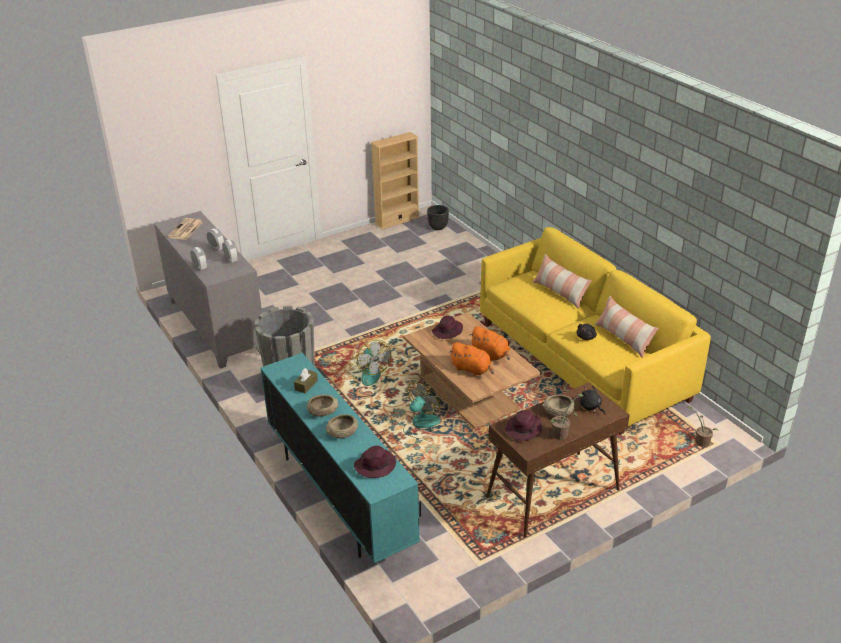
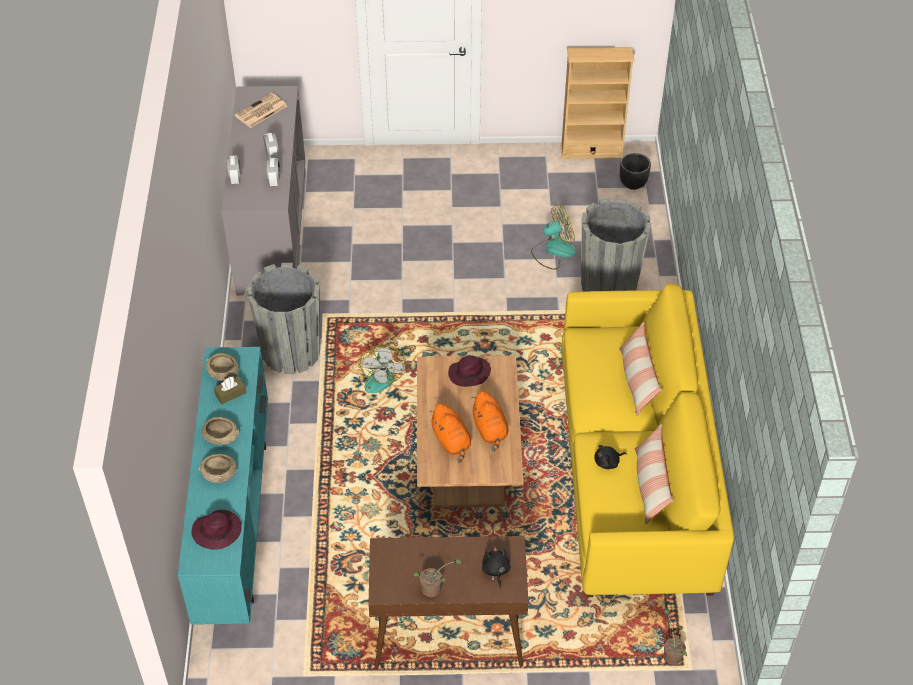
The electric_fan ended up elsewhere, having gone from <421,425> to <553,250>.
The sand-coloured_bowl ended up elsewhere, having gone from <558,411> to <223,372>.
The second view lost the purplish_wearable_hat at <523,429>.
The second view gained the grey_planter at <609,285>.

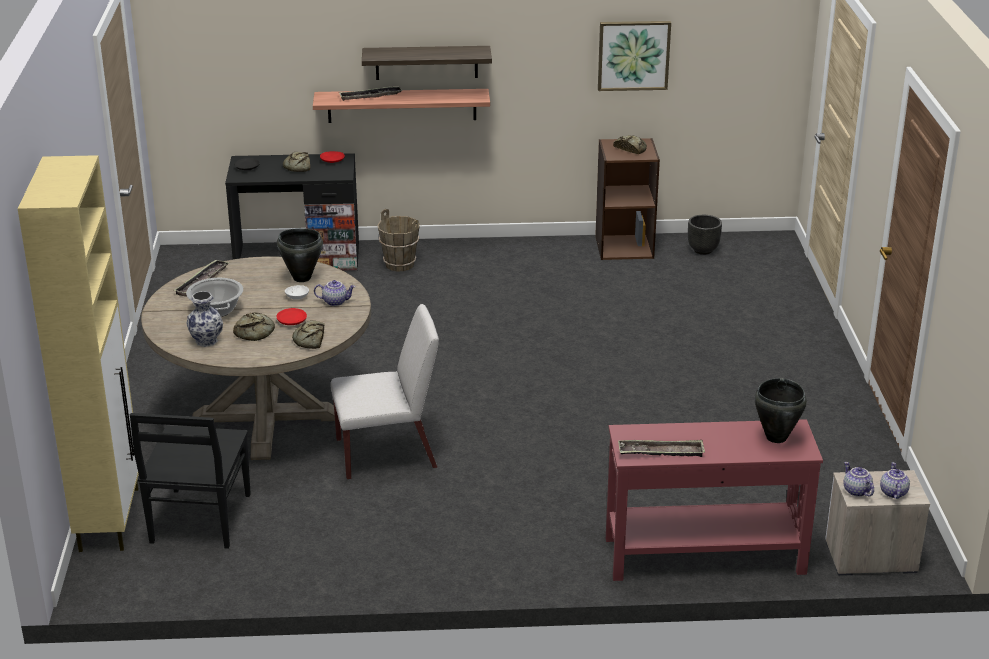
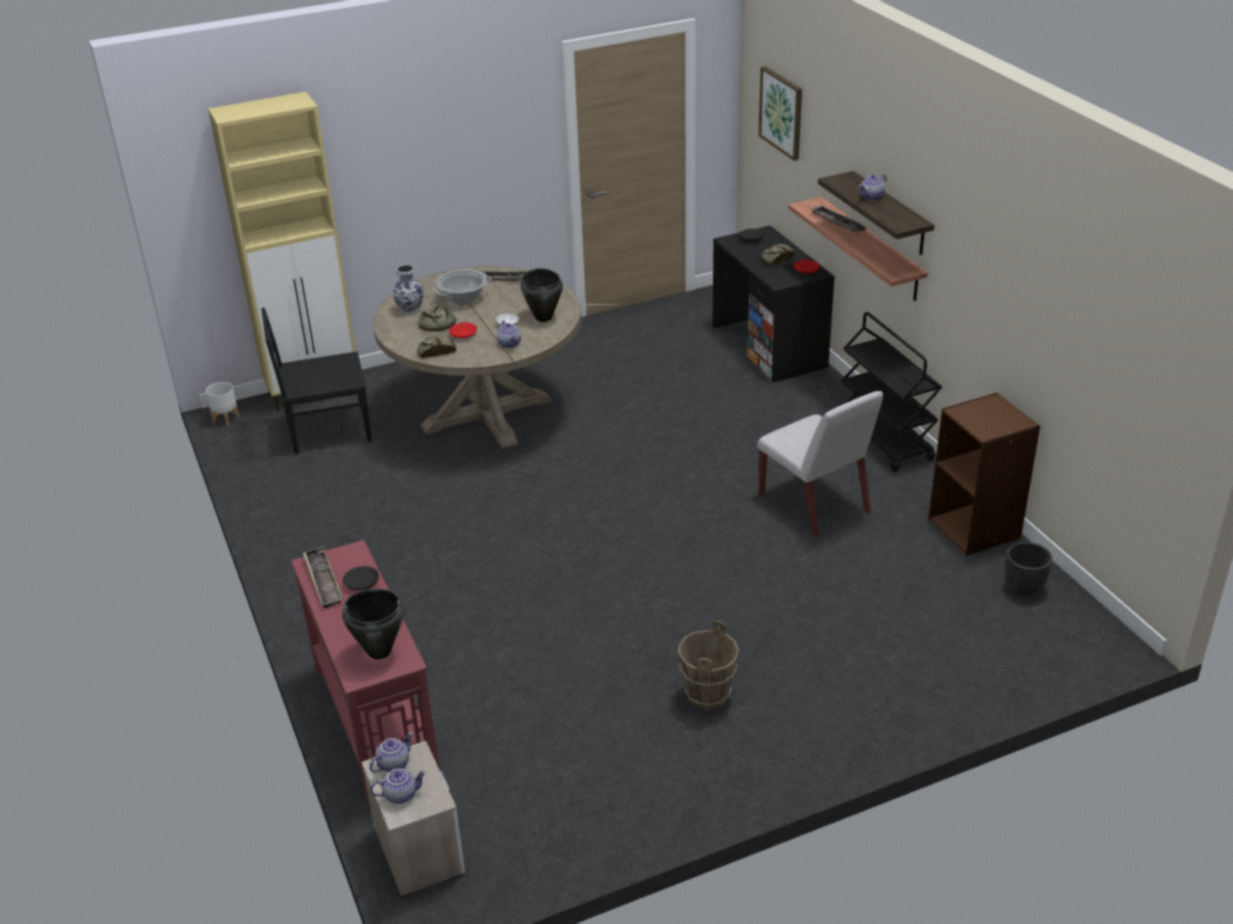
The wall_art ended up elsewhere, having gone from <633,55> to <782,112>.
The second view lost the baked_bread at <630,148>.
The brown_bucket ended up elsewhere, having gone from <399,265> to <707,696>.
The whitish_upright_chair ended up elsewhere, having gone from <387,453> to <815,504>.
The second view gained the tea_pot at <872,197>.
The second view gained the black_trolley at <885,440>.
The second view gained the whitish_planter at <225,419>.
The second view gained the black_flat_dish at <361,583>.

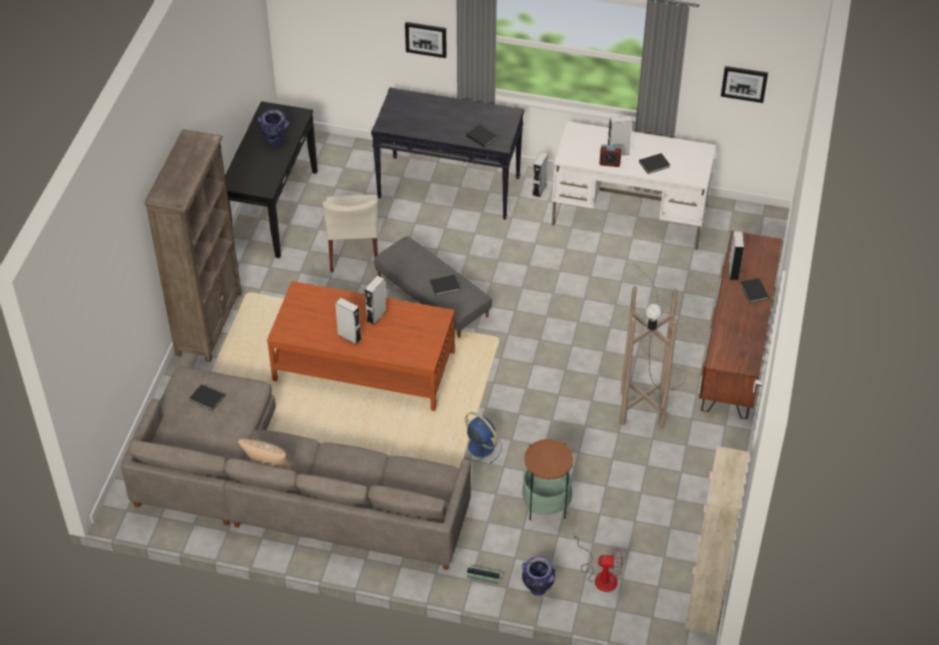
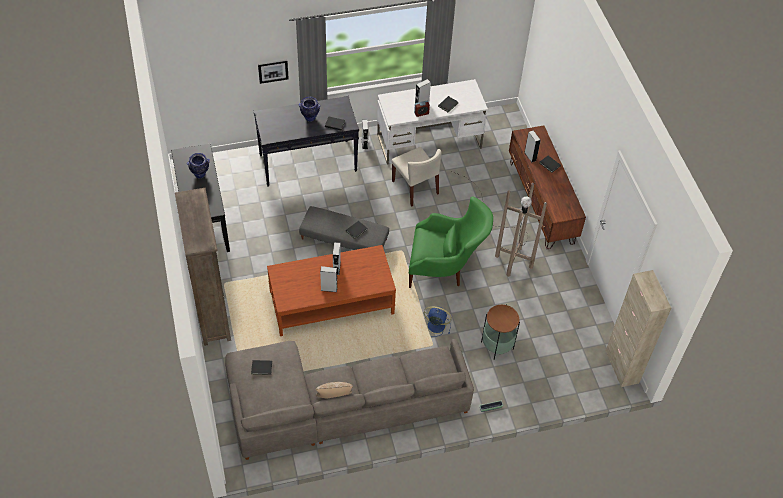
The second view lost the wall_art at <744,83>.
The sand-coloured_upright_chair ended up elsewhere, having gone from <354,251> to <415,187>.
The second view lost the electric_fan at <600,575>.
The vase ended up elsewhere, having gone from <537,589> to <310,118>.
The second view gained the greenish_lounge_chair at <445,268>.

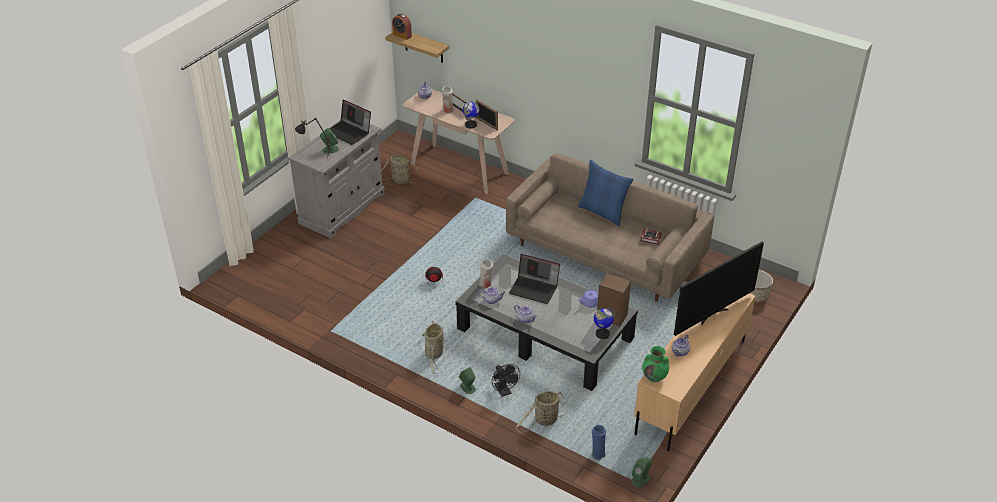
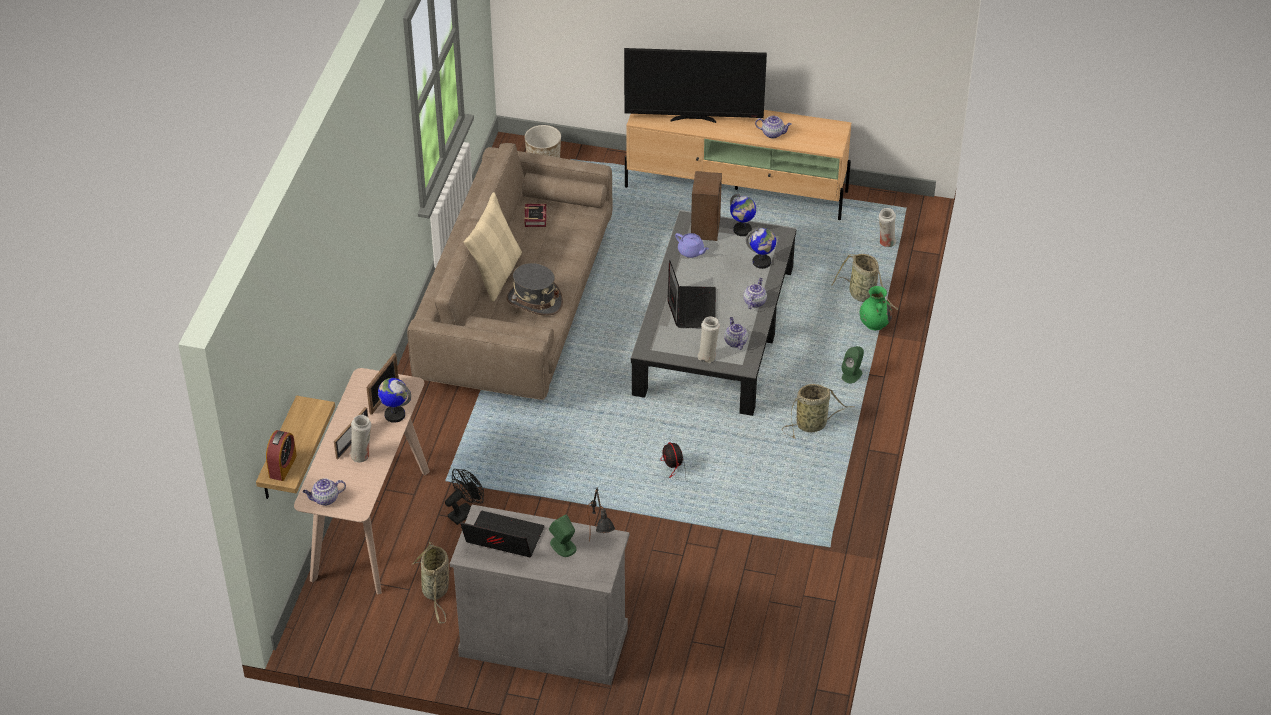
The laptop at <349,132> ended up facing another way, 90 degrees counterclockwise from before.
What was the blue_throw_pillow at <602,212> turned into the sand-coloured_throw_pillow at <496,274>.
The TV at <712,315> ended up facing another way, 150 degrees clockwise from before.
The greenish_vase ended up elsewhere, having gone from <654,377> to <874,324>.
The black_electric_fan ended up elsewhere, having gone from <504,391> to <465,512>.
What was the blue_vase at <597,453> turned into the whitish_vase at <886,243>.
The second view lost the greenish_speaker at <640,479>.
The second view gained the desk_globe at <762,262>.
The second view gained the grey_wearable_hat at <534,301>.

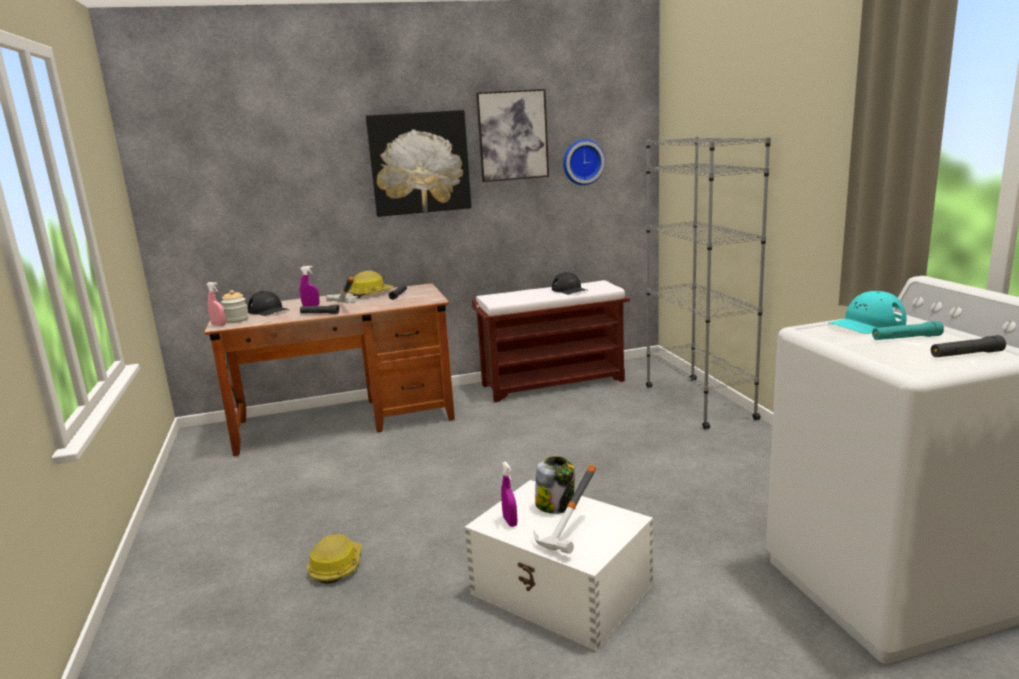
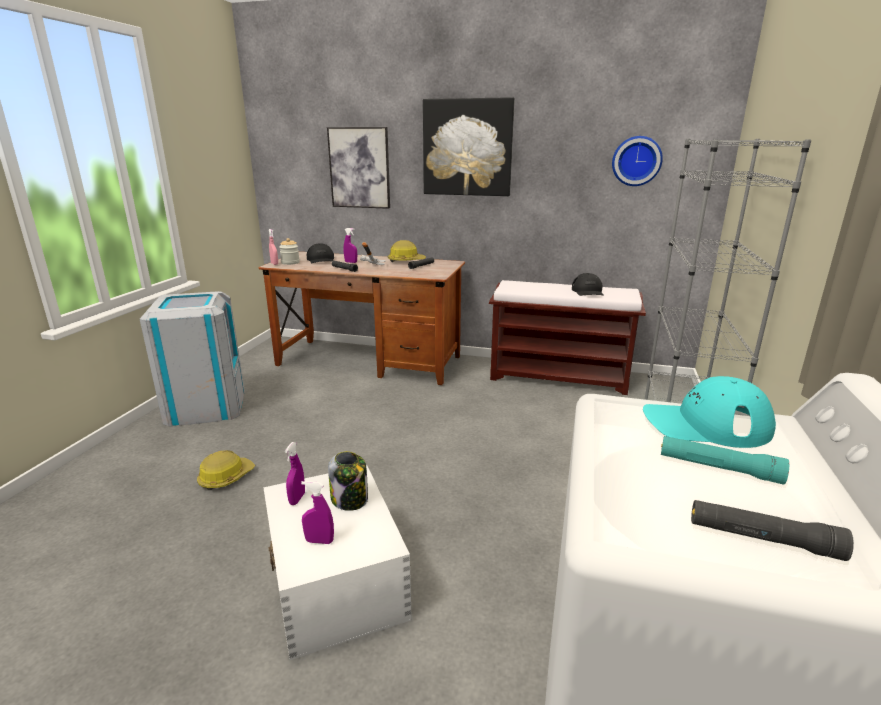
The wall_art ended up elsewhere, having gone from <512,135> to <359,168>.
Where the tool_hammer stood at <575,537>, the purplish_spray_bottle came to stand at <319,541>.
The second view gained the grey_waste_bin at <205,406>.

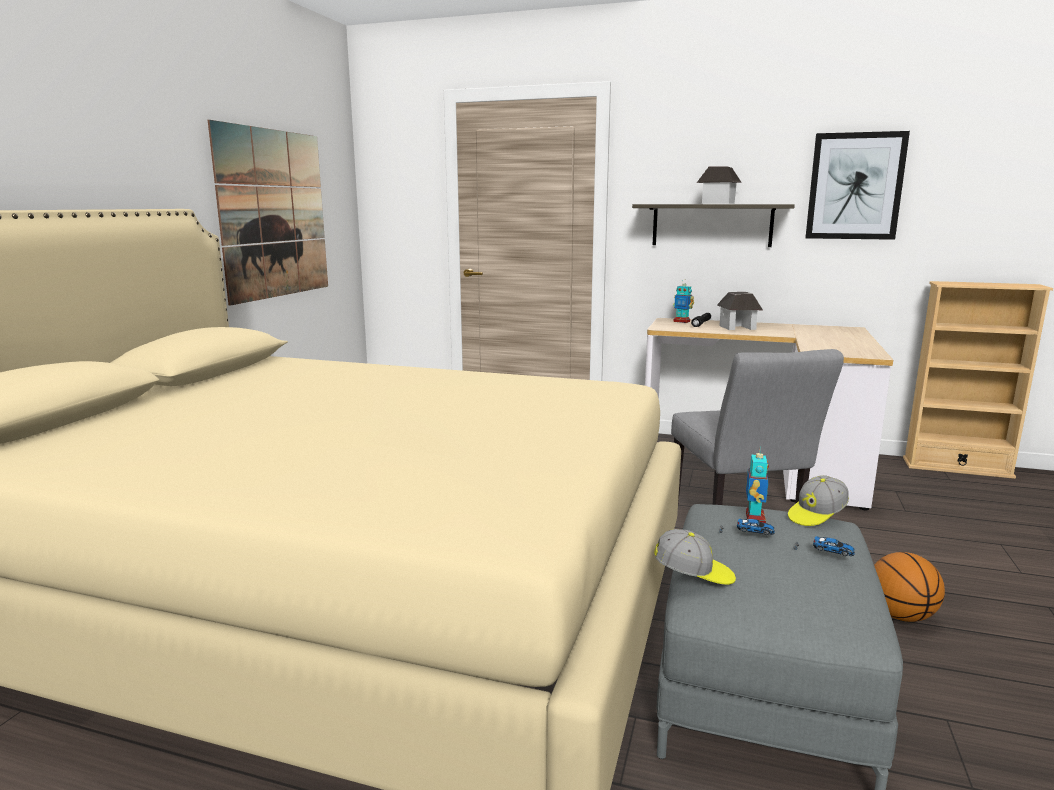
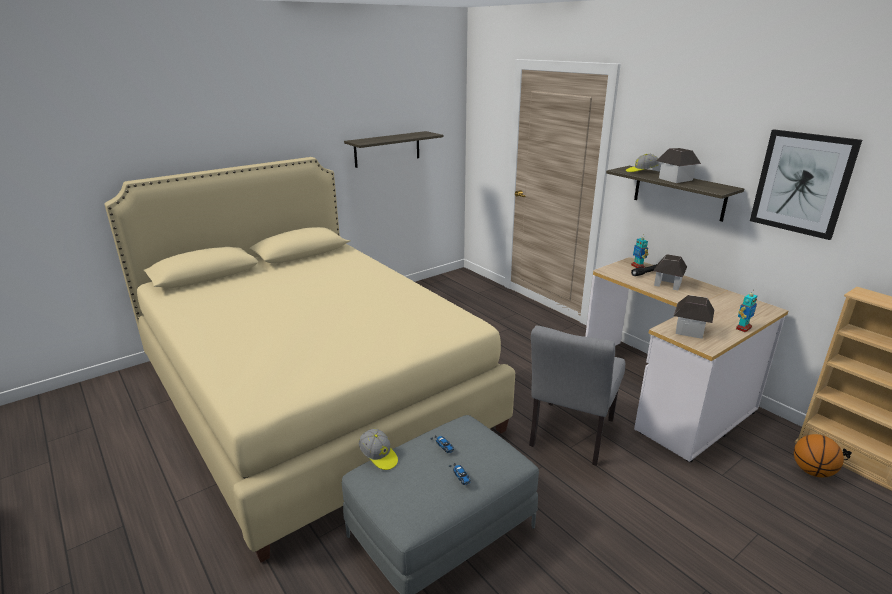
Where the wall_art hung at <274,214>, the bracket_shelf came to hang at <387,149>.
The robot_figure ended up elsewhere, having gone from <754,519> to <743,328>.
The cap ended up elsewhere, having gone from <816,515> to <641,171>.
The basketball_ball ended up elsewhere, having gone from <900,616> to <812,471>.
The second view gained the model_house at <690,330>.

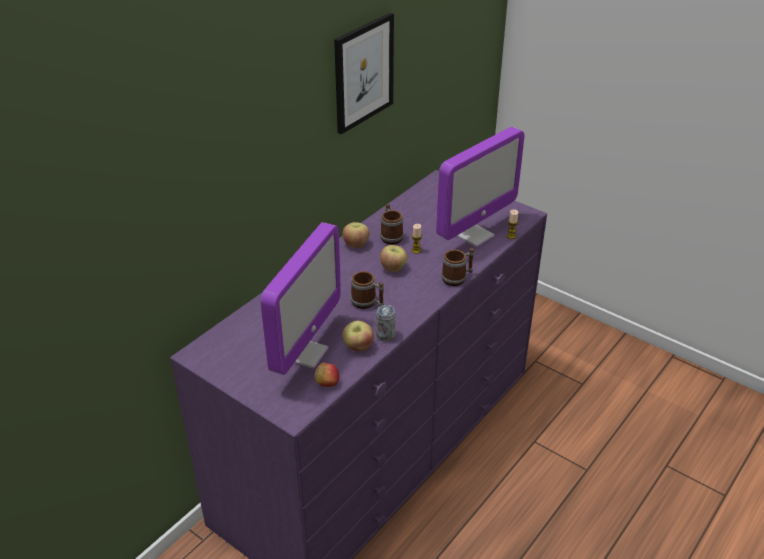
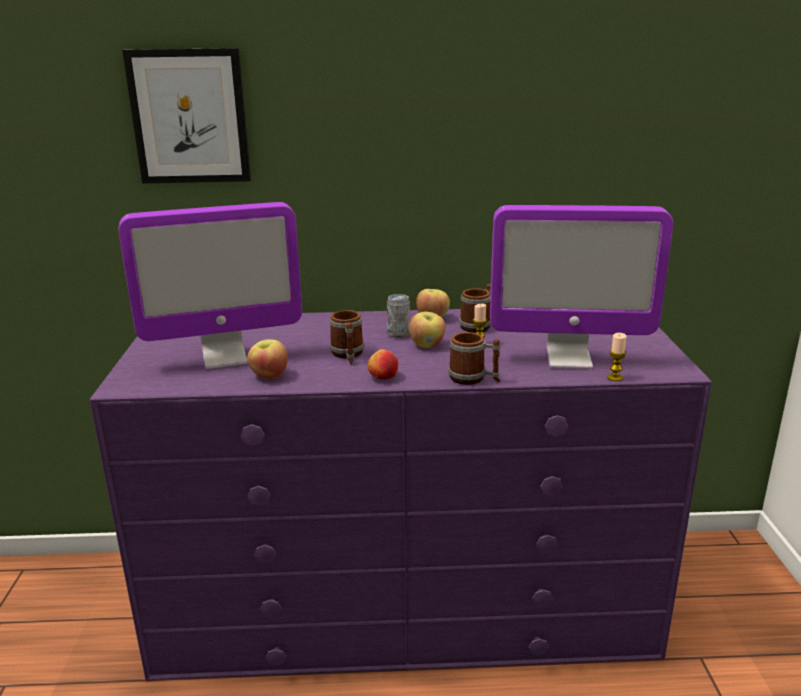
The wall_art ended up elsewhere, having gone from <363,73> to <190,117>.
The can ended up elsewhere, having gone from <385,336> to <398,334>.
The apple ended up elsewhere, having gone from <327,382> to <383,377>.

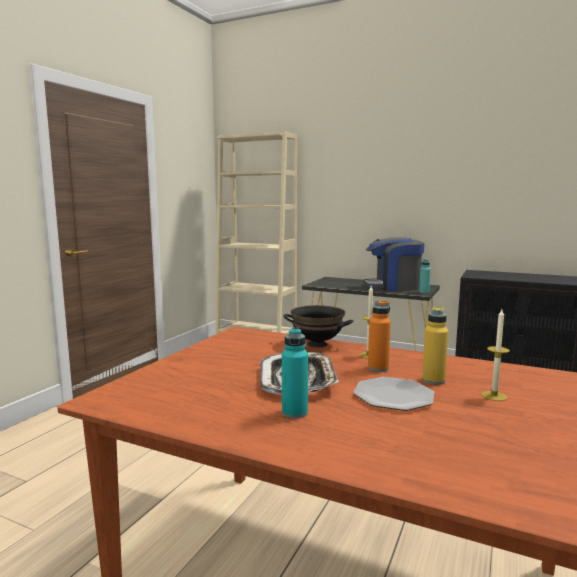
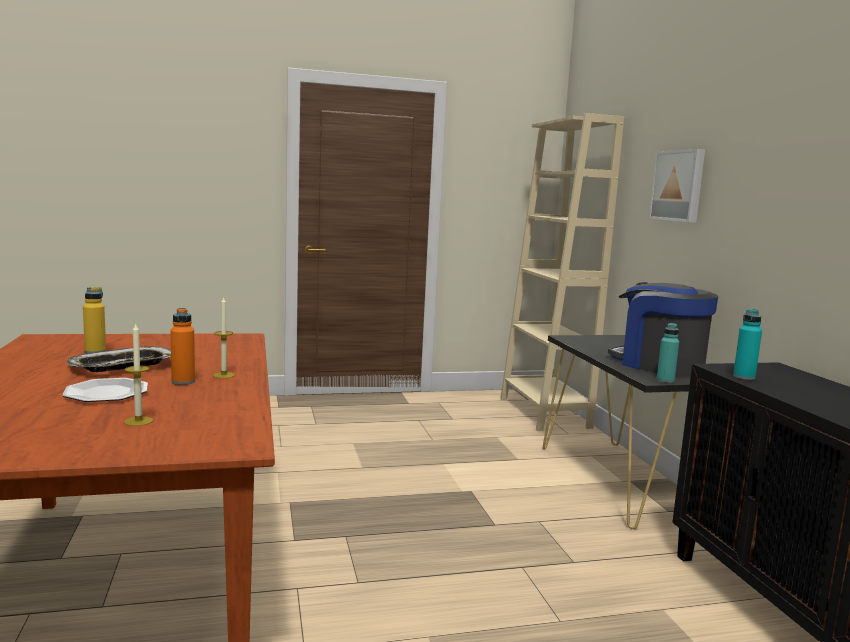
The second view lost the black_bowl at <317,344>.
The yellowish_beverage_bottle ended up elsewhere, having gone from <433,381> to <95,351>.
The turquoise_beverage_bottle ended up elsewhere, having gone from <294,413> to <744,377>.
The second view gained the wall_art at <679,186>.

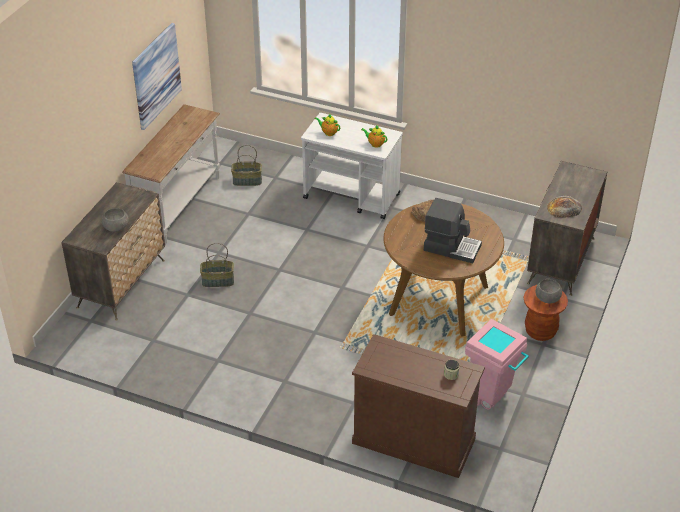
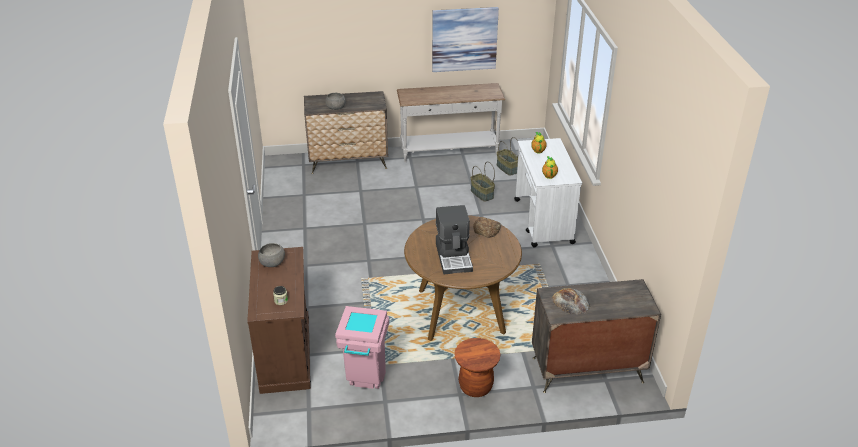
The storage_basket ended up elsewhere, having gone from <217,281> to <481,194>.
The grey_bowl ended up elsewhere, having gone from <547,298> to <272,262>.

